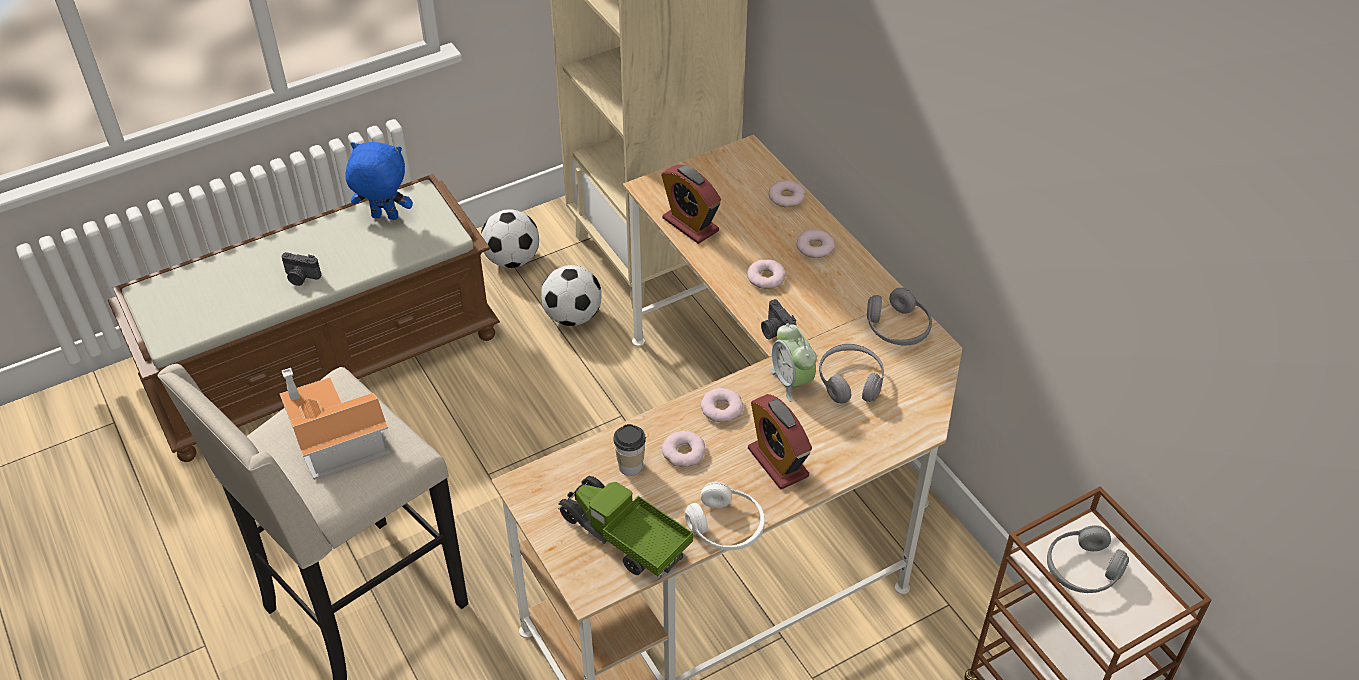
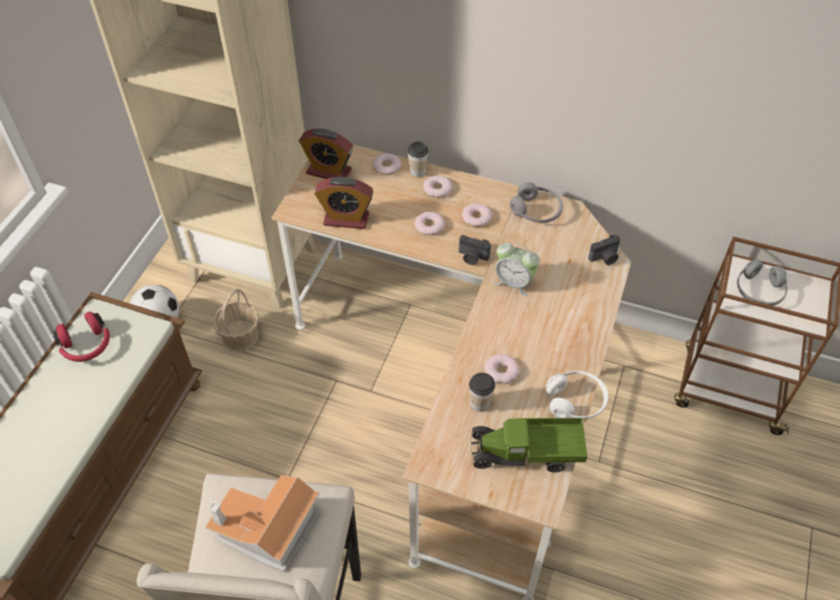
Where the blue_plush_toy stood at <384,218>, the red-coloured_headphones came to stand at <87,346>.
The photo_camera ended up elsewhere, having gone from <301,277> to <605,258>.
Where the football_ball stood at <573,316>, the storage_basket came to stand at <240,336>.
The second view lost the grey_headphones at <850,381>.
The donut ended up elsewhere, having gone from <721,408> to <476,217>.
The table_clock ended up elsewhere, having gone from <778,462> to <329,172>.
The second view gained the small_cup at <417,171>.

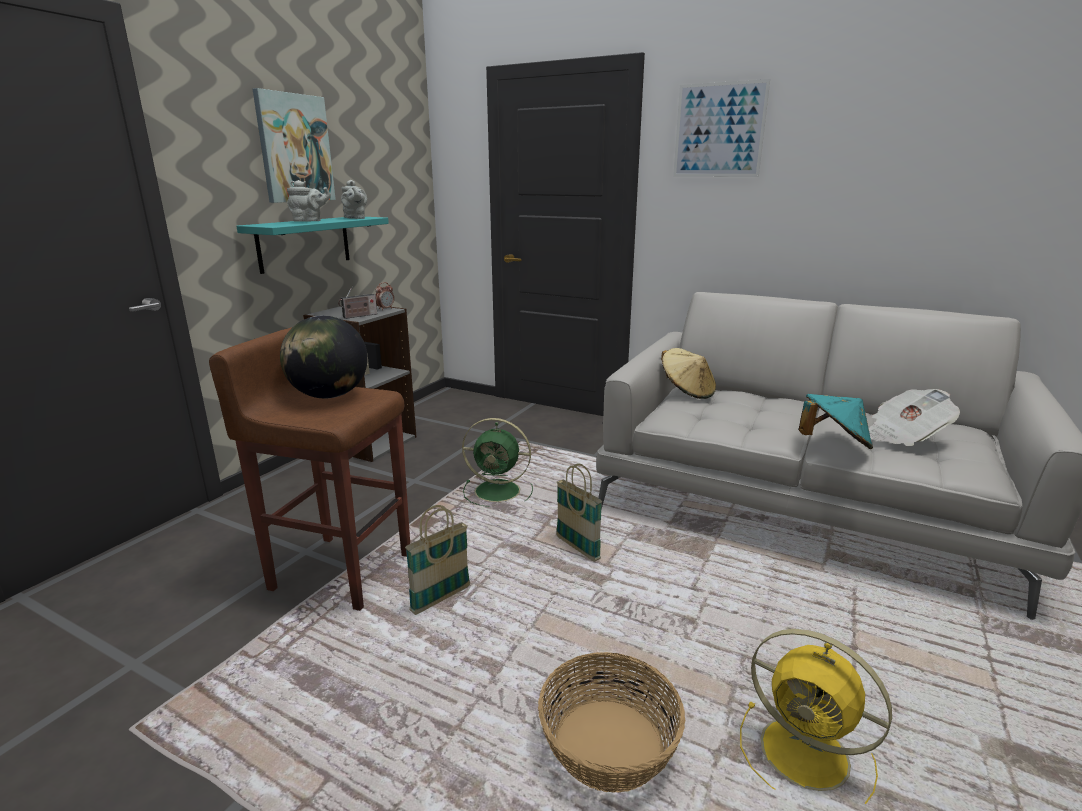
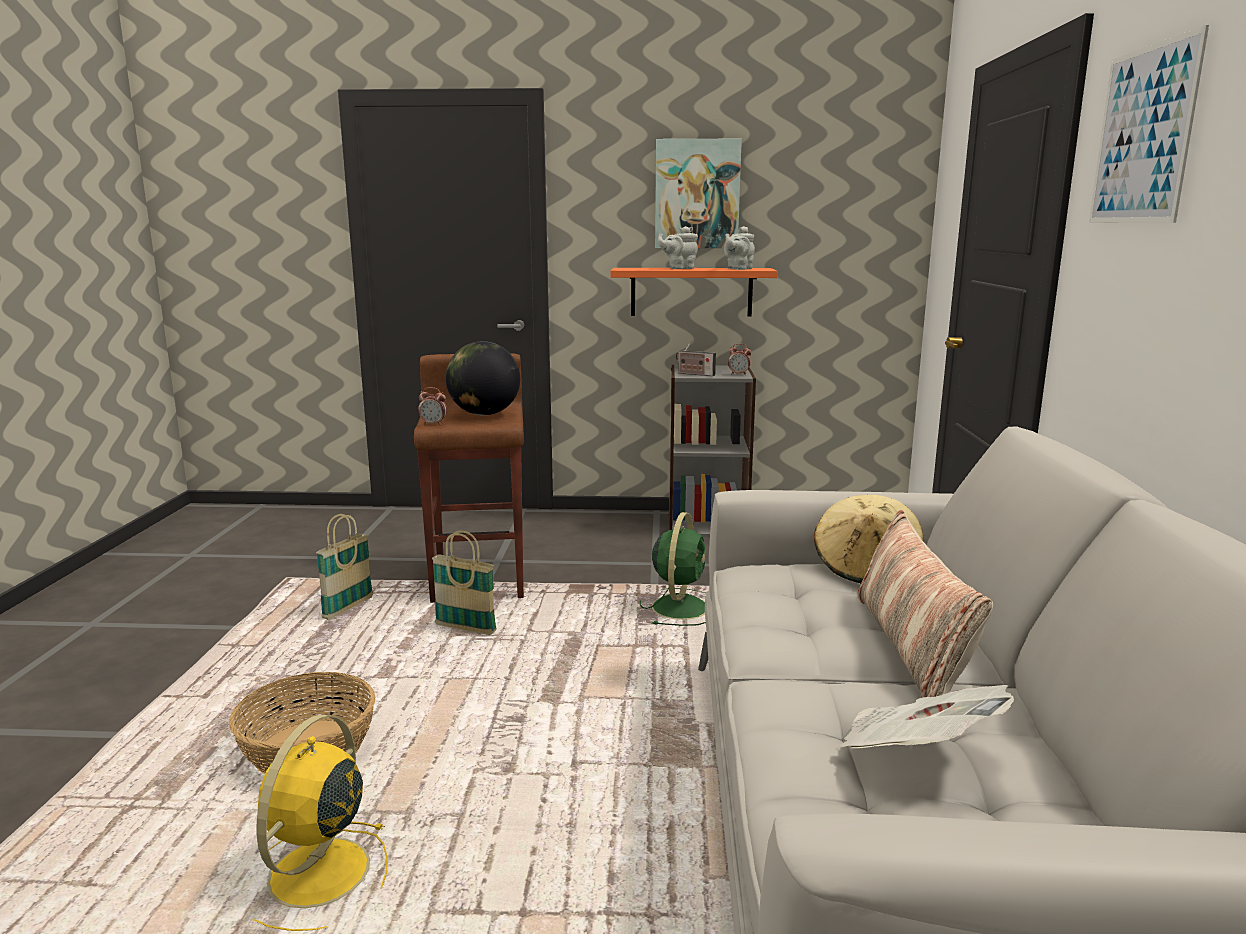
The grey_tea_pot at <309,221> ended up facing another way, 105 degrees clockwise from before.
What was the turquoise_bracket_shelf at <304,243> turned into the orange_bracket_shelf at <691,292>.
The second view lost the turquoise_wearable_hat at <833,444>.
The greenish_electric_fan at <499,491> ended up facing another way, 150 degrees counterclockwise from before.
The storage_basket ended up elsewhere, having gone from <577,548> to <348,608>.
The second view gained the table_clock at <433,424>.
The second view gained the throw_pillow at <911,648>.

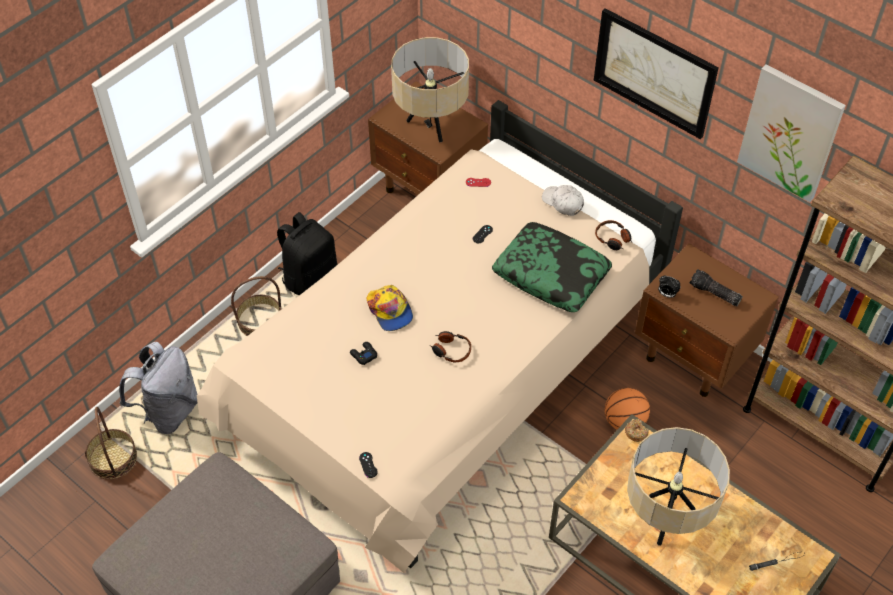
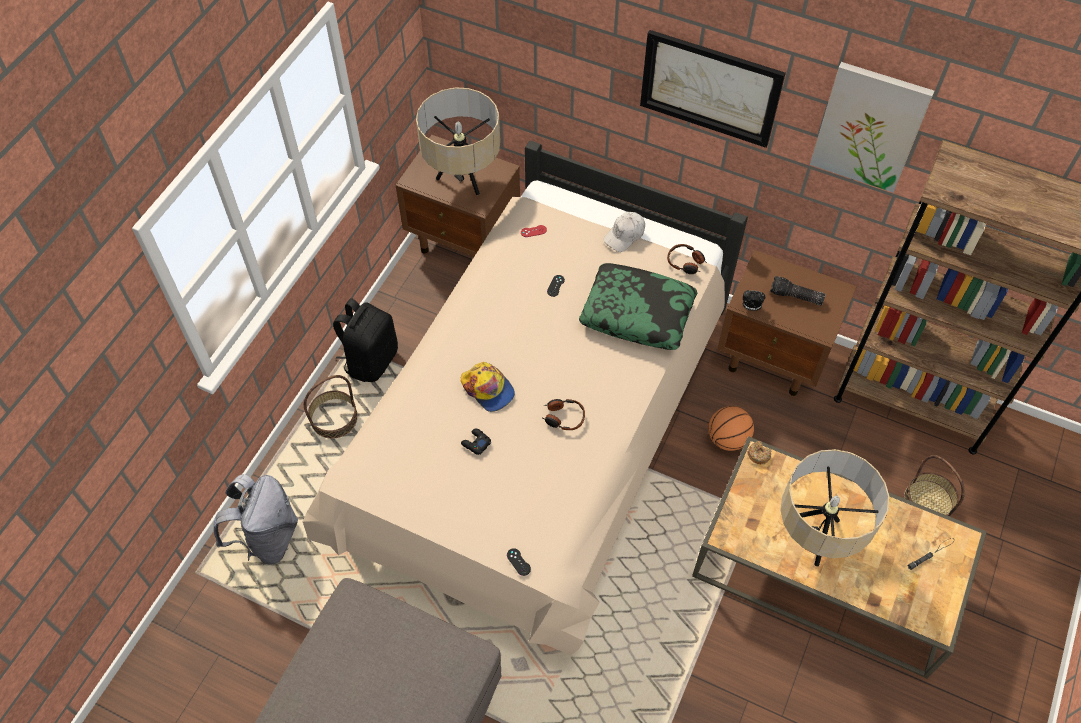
The whitish_cap at <563,203> ended up facing another way, 75 degrees counterclockwise from before.
The storage_basket ended up elsewhere, having gone from <113,458> to <928,502>.

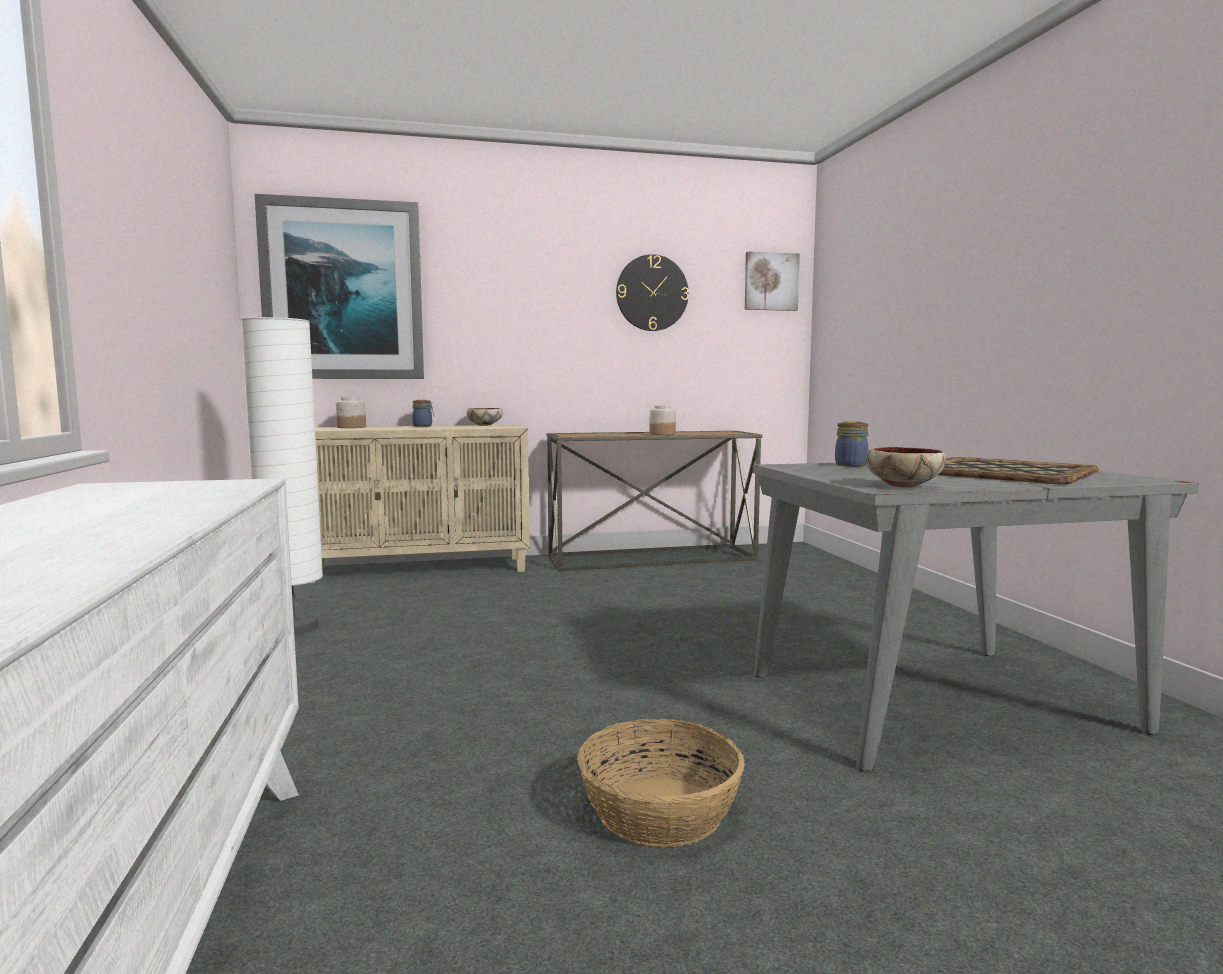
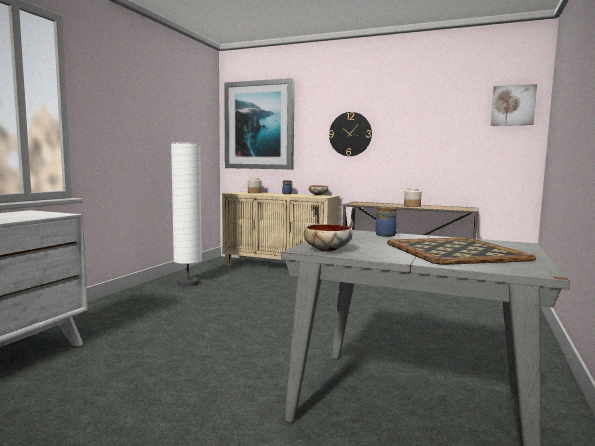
The wall_clock ended up elsewhere, having gone from <652,293> to <350,134>.
The second view lost the storage_basket at <658,811>.

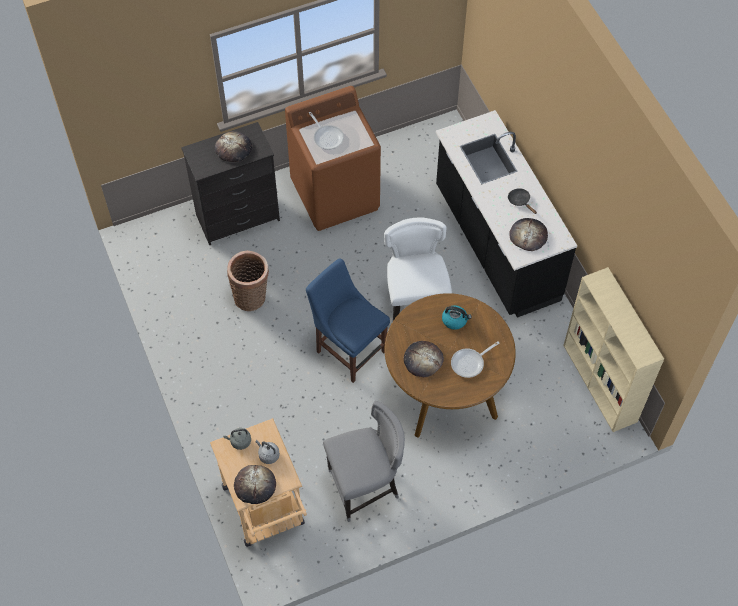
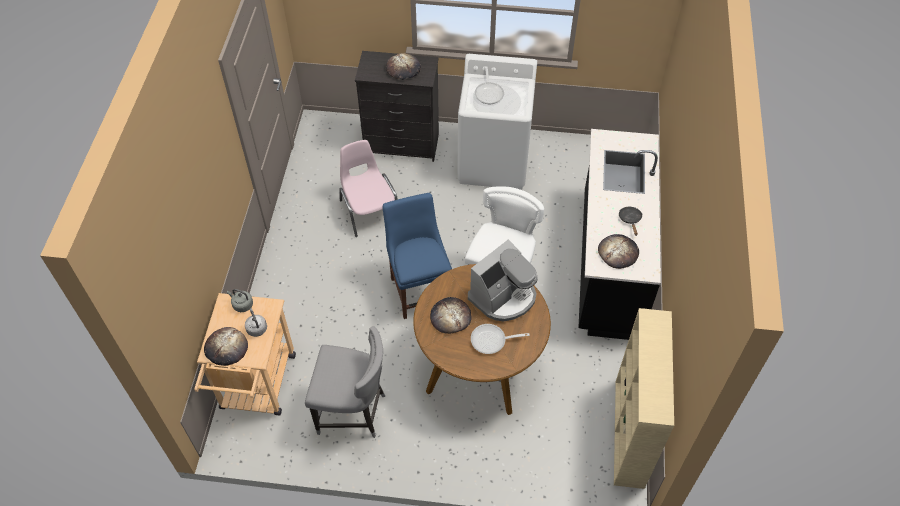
What was the brown_laundry_appliance at <335,195> turned into the whitish_laundry_appliance at <494,162>.
Where the storage_basket stood at <252,297>, the pinkish_upright_chair came to stand at <369,210>.
Where the tea_kettle stood at <455,320>, the coffee_machine came to stand at <503,297>.

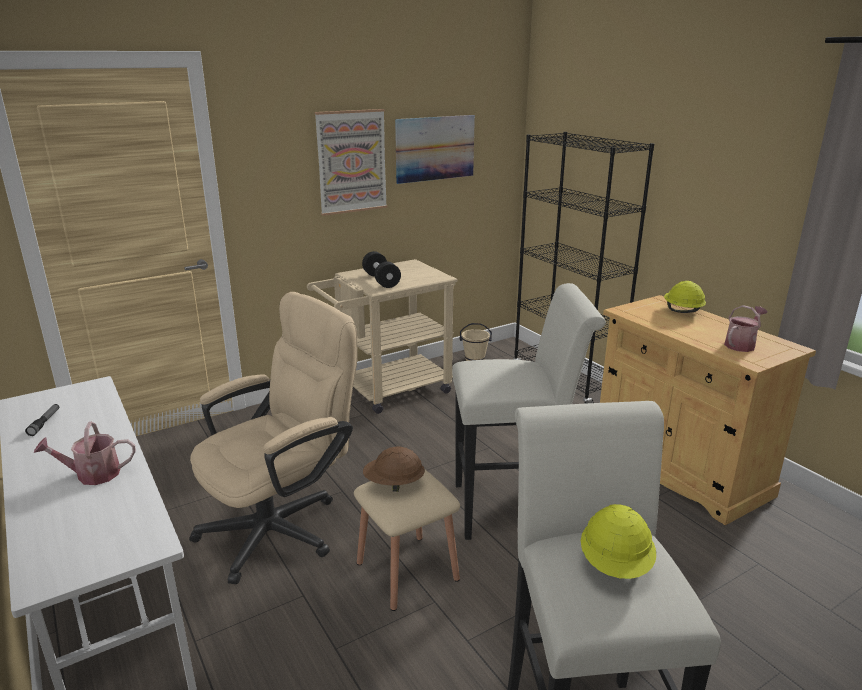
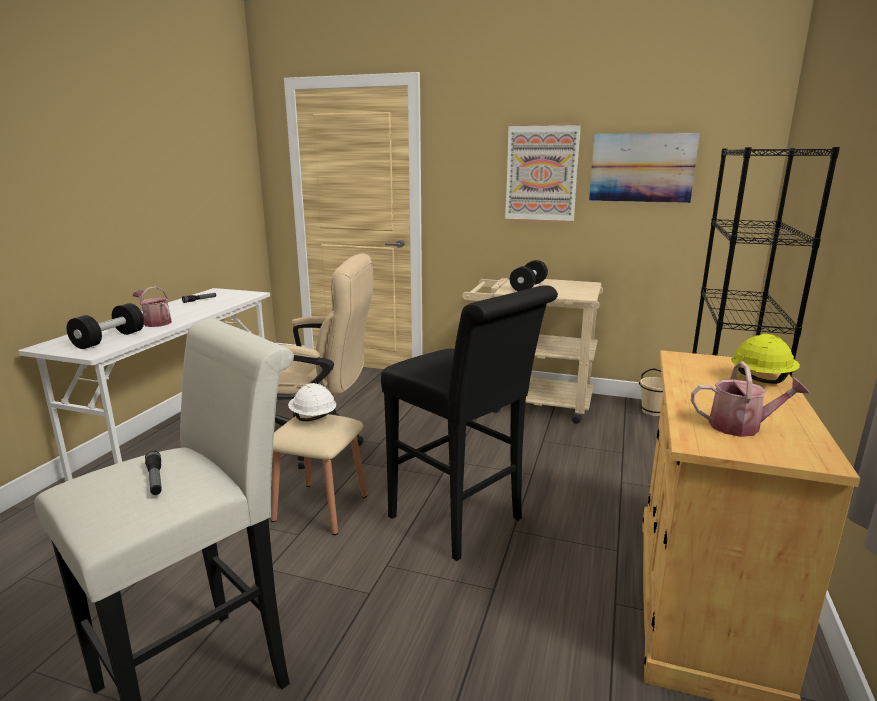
What was the whitish_sitting_stool at <513,508> turned into the black_sitting_stool at <462,522>.
What was the brown_hard_hat at <394,484> turned into the whitish_hard_hat at <313,418>.
Where the yellowish_hard_hat stood at <616,565>, the torch came to stand at <155,479>.
The second view gained the black_free_weight at <109,339>.

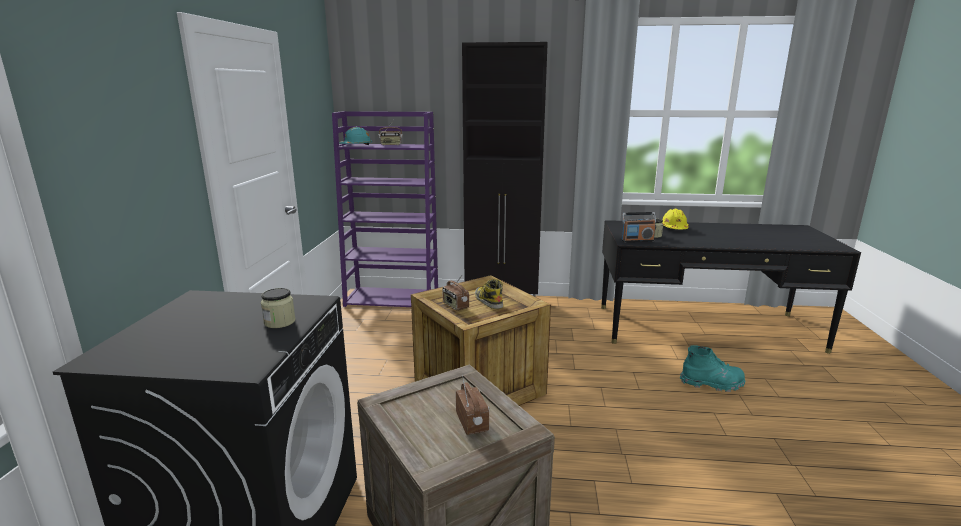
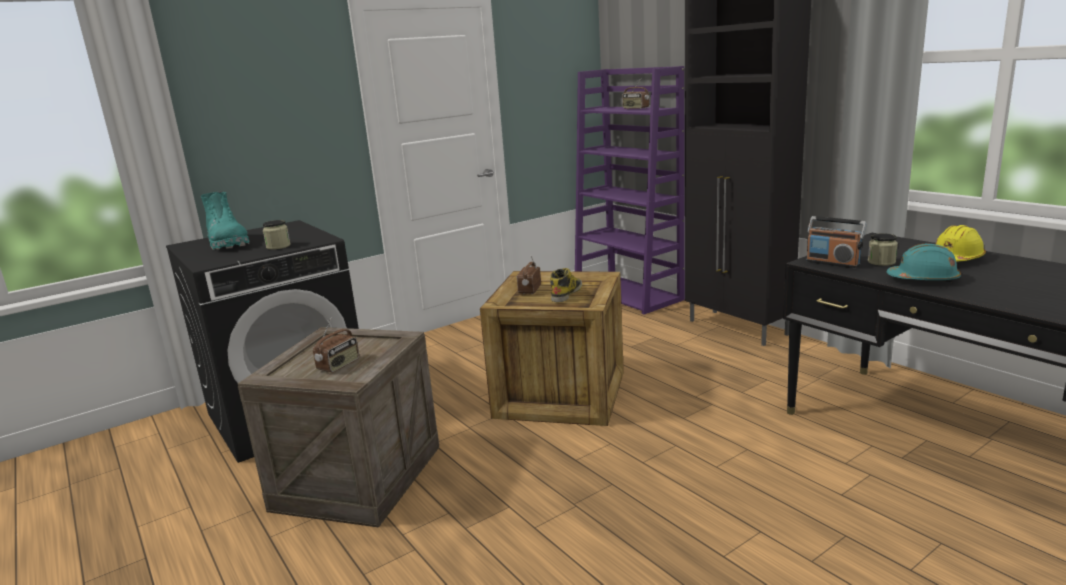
The turquoise_hard_hat ended up elsewhere, having gone from <356,145> to <923,279>.
The turquoise_high-top_boot ended up elsewhere, having gone from <712,384> to <228,243>.

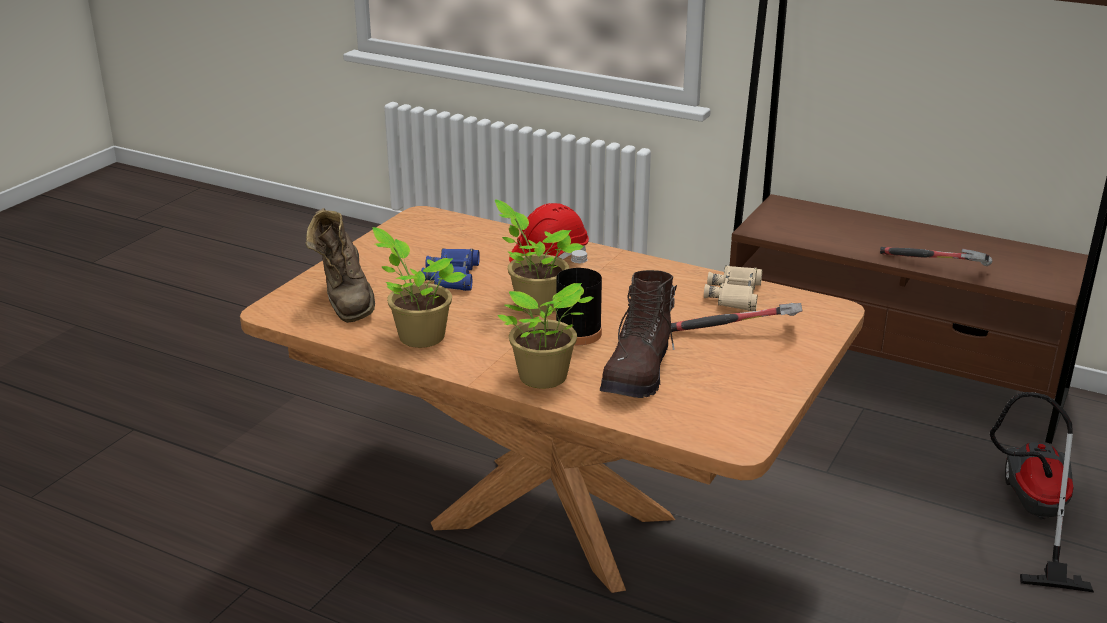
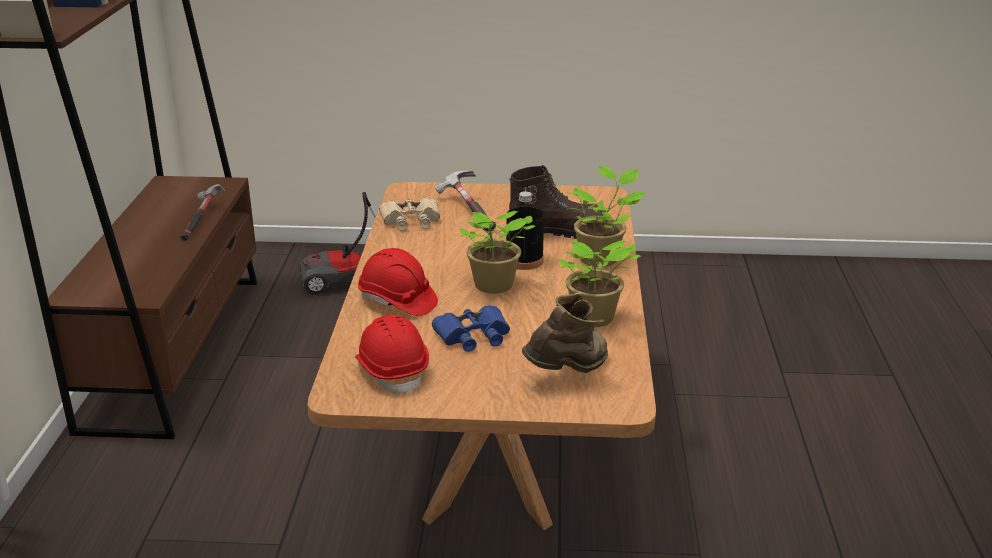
The second view gained the red-coloured_hard_hat at <392,371>.

